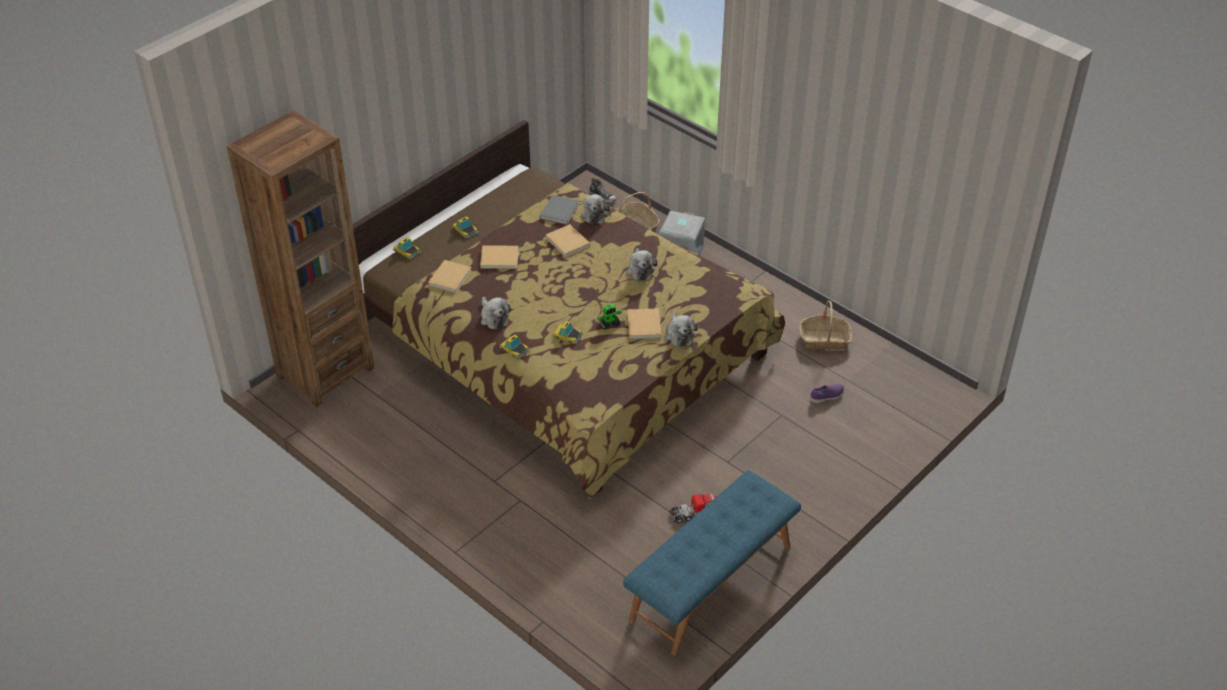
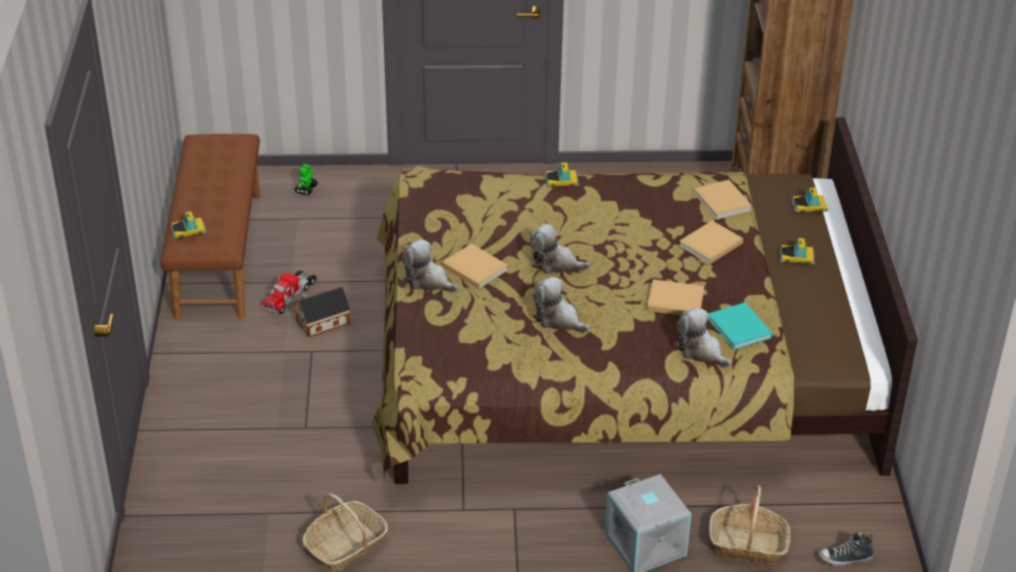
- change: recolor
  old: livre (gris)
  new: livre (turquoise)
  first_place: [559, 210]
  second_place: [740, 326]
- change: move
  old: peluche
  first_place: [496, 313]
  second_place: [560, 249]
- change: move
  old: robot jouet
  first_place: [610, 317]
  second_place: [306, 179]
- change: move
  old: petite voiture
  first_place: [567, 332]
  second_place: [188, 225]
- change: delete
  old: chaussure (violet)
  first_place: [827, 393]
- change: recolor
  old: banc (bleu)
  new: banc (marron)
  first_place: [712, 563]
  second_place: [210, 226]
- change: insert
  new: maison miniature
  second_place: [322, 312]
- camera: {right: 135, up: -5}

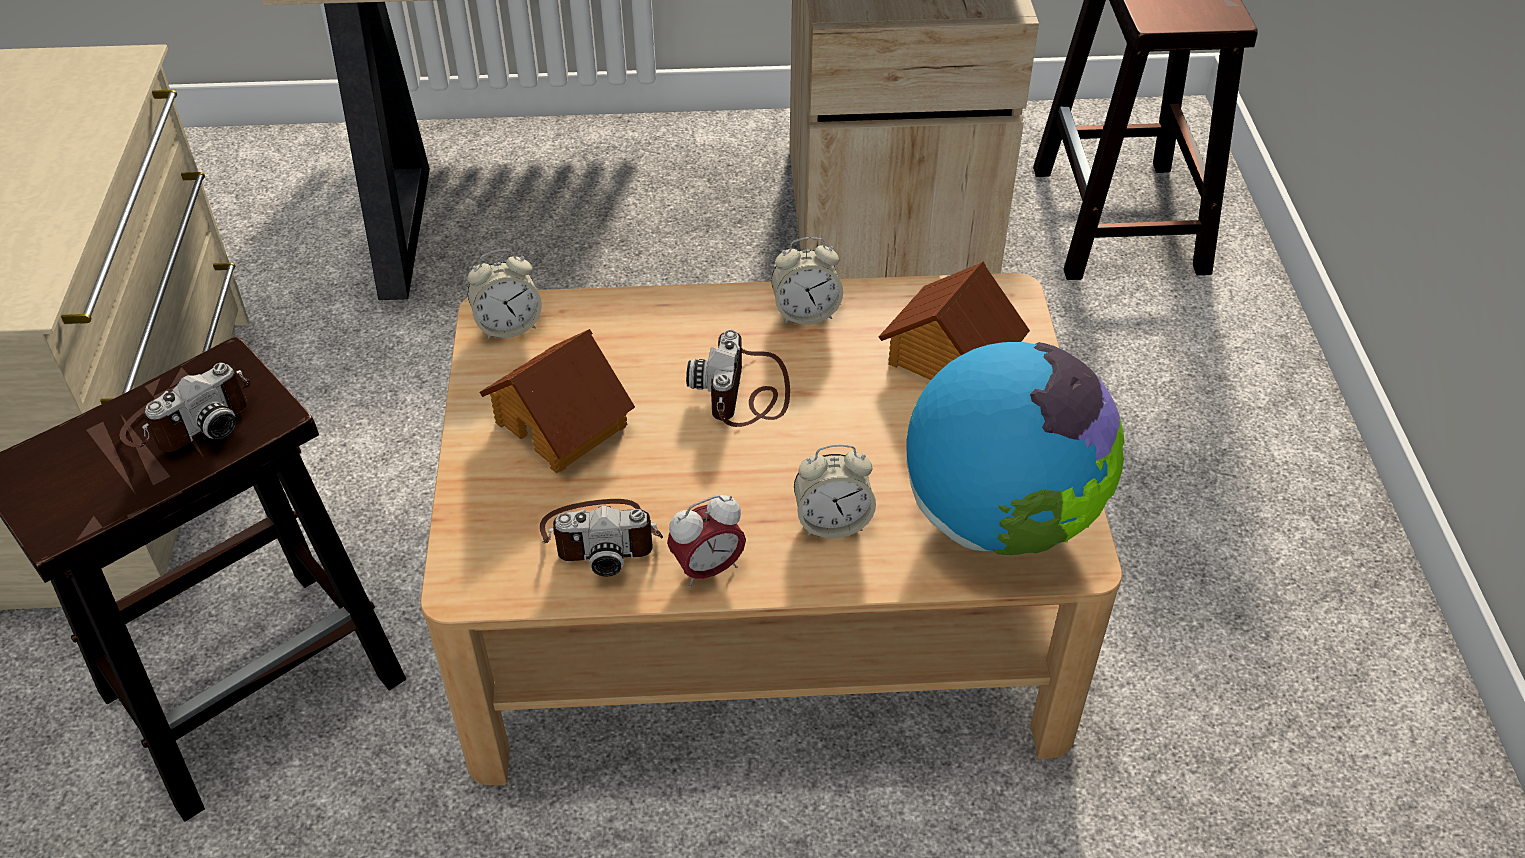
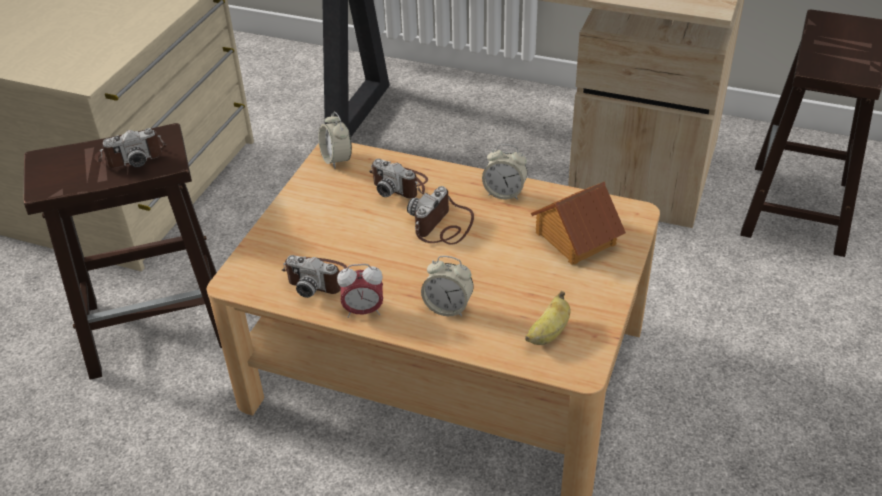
- change: rotate
  old: réveil
  first_place: [505, 294]
  second_place: [335, 140]
  degrees: 60
- change: delete
  old: maison miniature
  first_place: [557, 401]
- change: replace
  old: globe
  new: banane
  first_place: [1015, 448]
  second_place: [548, 318]
- change: insert
  new: appareil photo
  second_place: [398, 178]
- camera: {right: 25, up: -5}

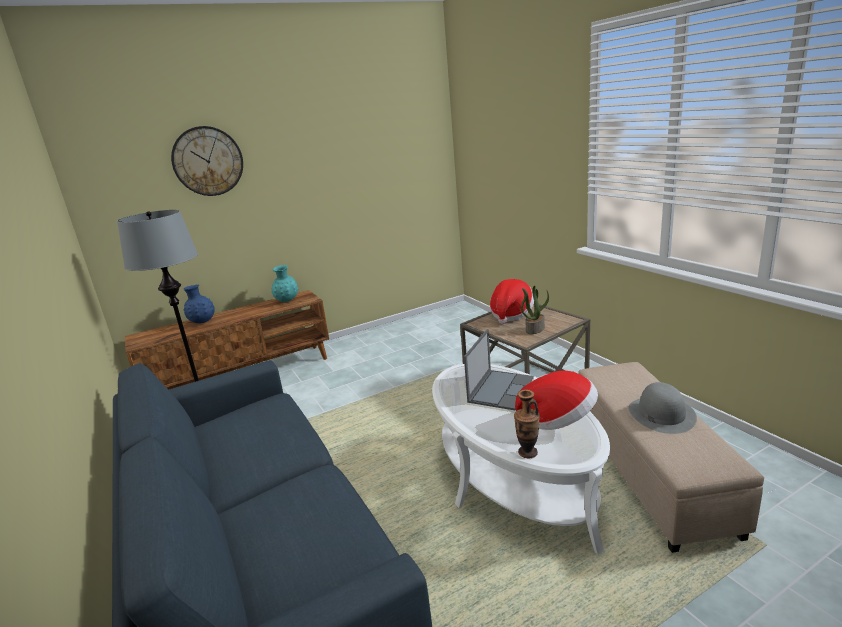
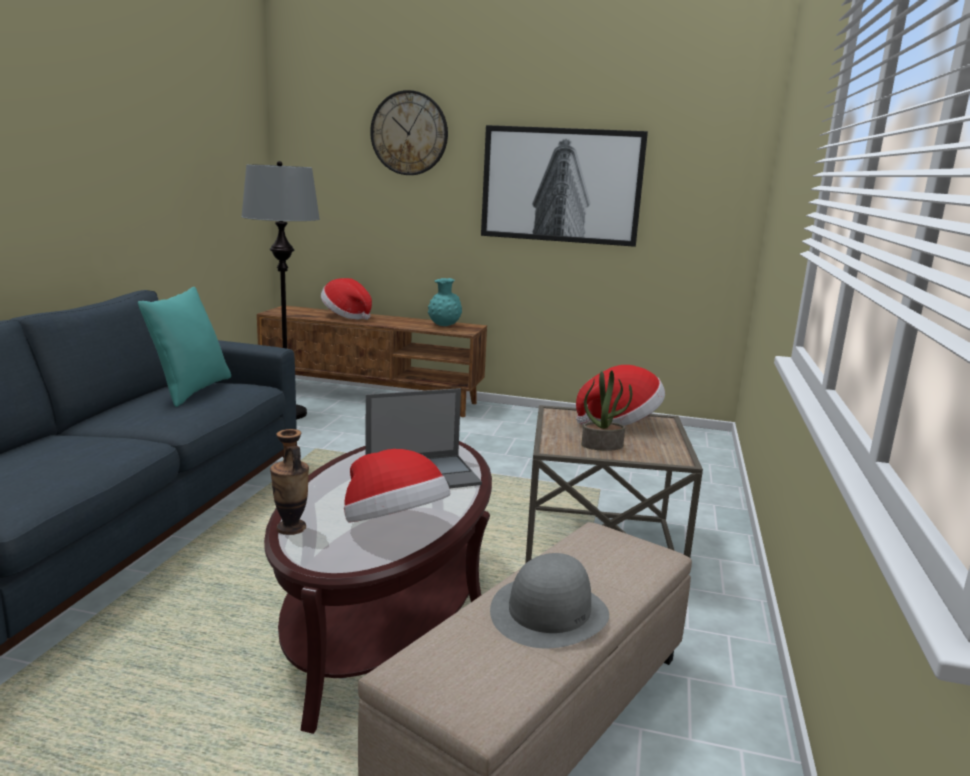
- change: replace
  old: vase (bleu)
  new: chapeau
  first_place: [199, 303]
  second_place: [346, 299]
- change: recolor
  old: table basse (blanc)
  new: table basse (marron)
  first_place: [521, 459]
  second_place: [378, 587]
- change: insert
  new: tableau
  second_place: [564, 186]
- change: insert
  new: coussin (turquoise)
  second_place: [184, 347]
- camera: {right: 40, up: -5}

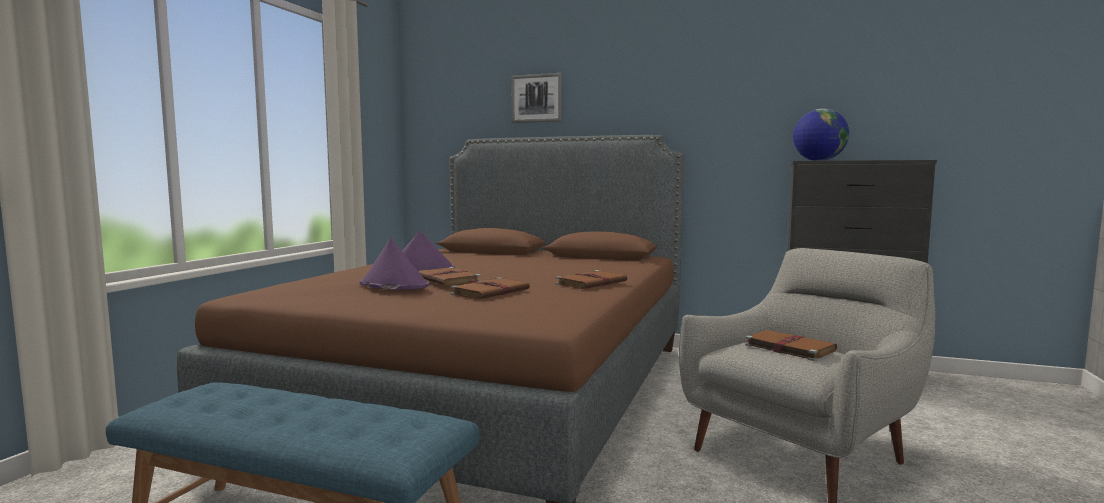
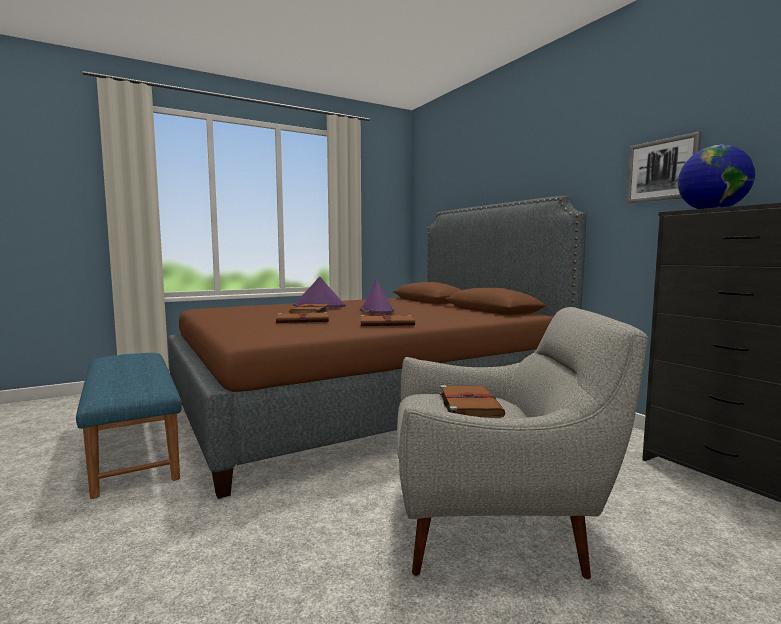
- change: move
  old: tableau
  first_place: [537, 98]
  second_place: [664, 168]
- change: move
  old: chapeau (violet)
  first_place: [395, 264]
  second_place: [377, 296]
- camera: {right: 40, up: 0}

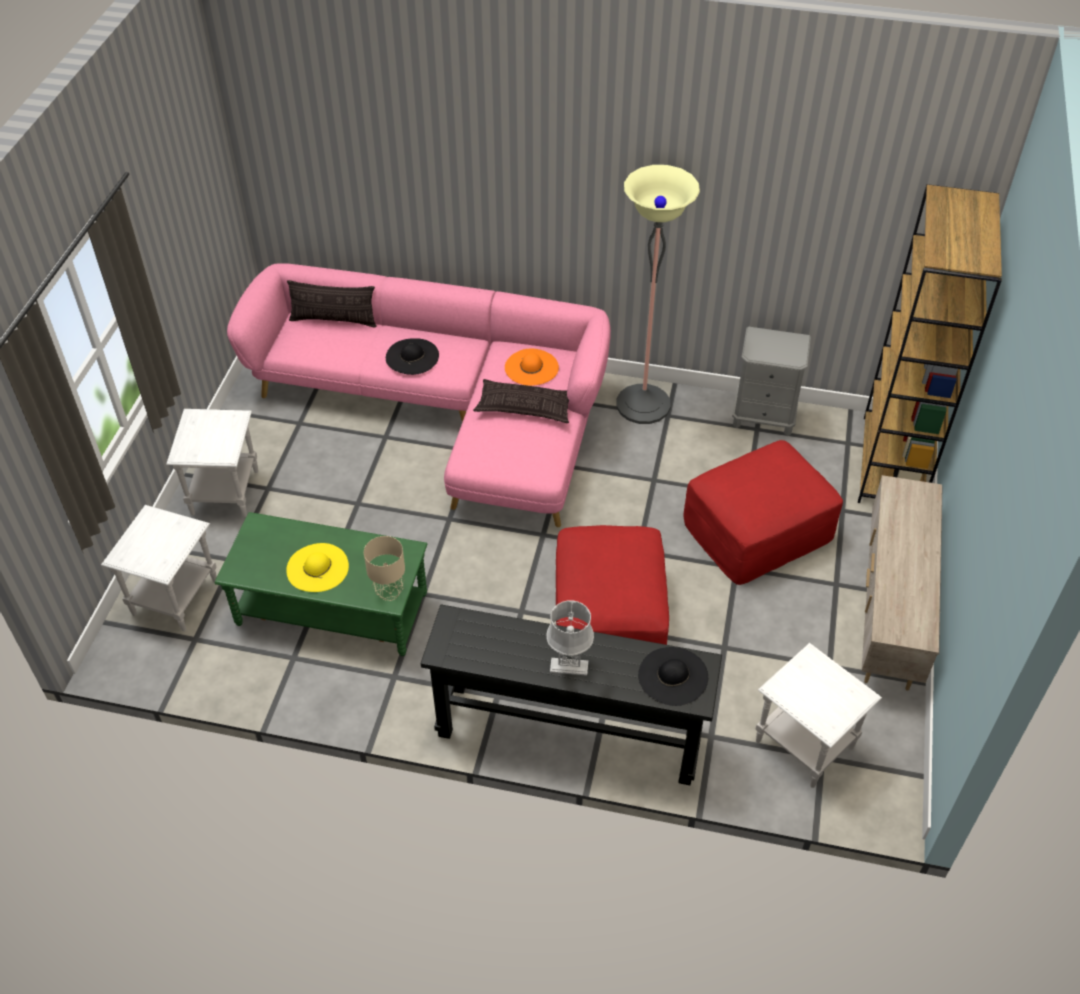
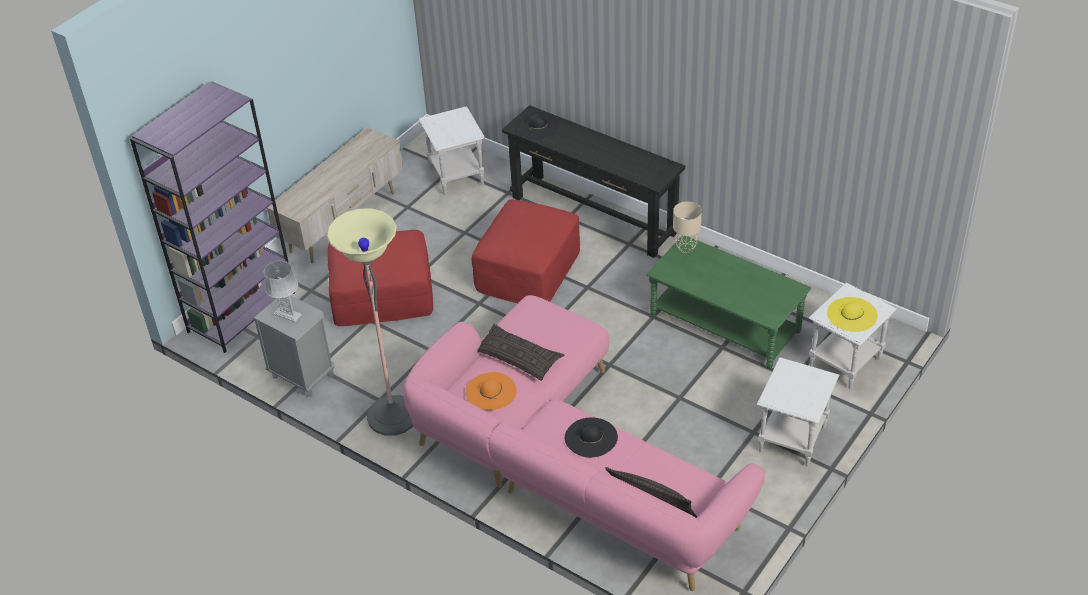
- change: recolor
  old: bibliothèque (marron)
  new: bibliothèque (violet)
  first_place: [930, 343]
  second_place: [212, 217]
- change: move
  old: chapeau (jaune)
  first_place: [317, 567]
  second_place: [852, 314]
- change: move
  old: lampe de table (gris)
  first_place: [570, 638]
  second_place: [282, 291]
- camera: {right: -155, up: -5}

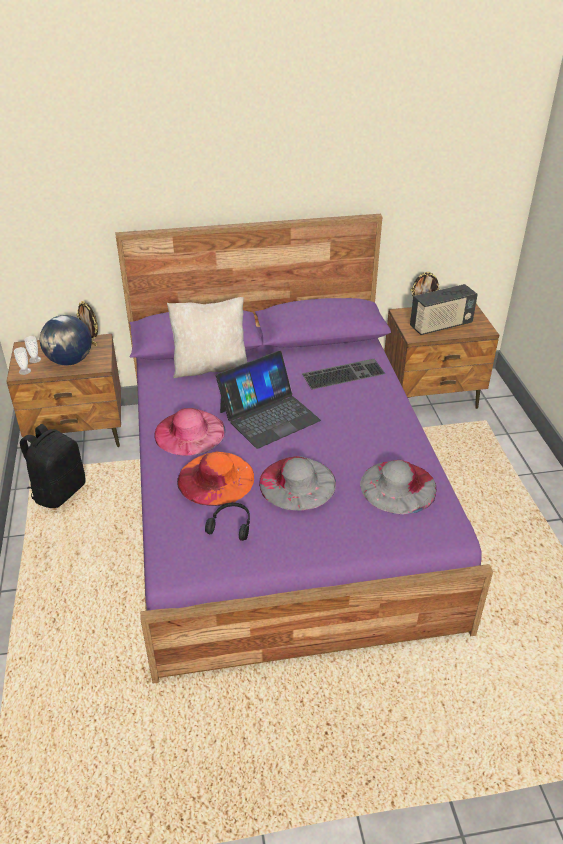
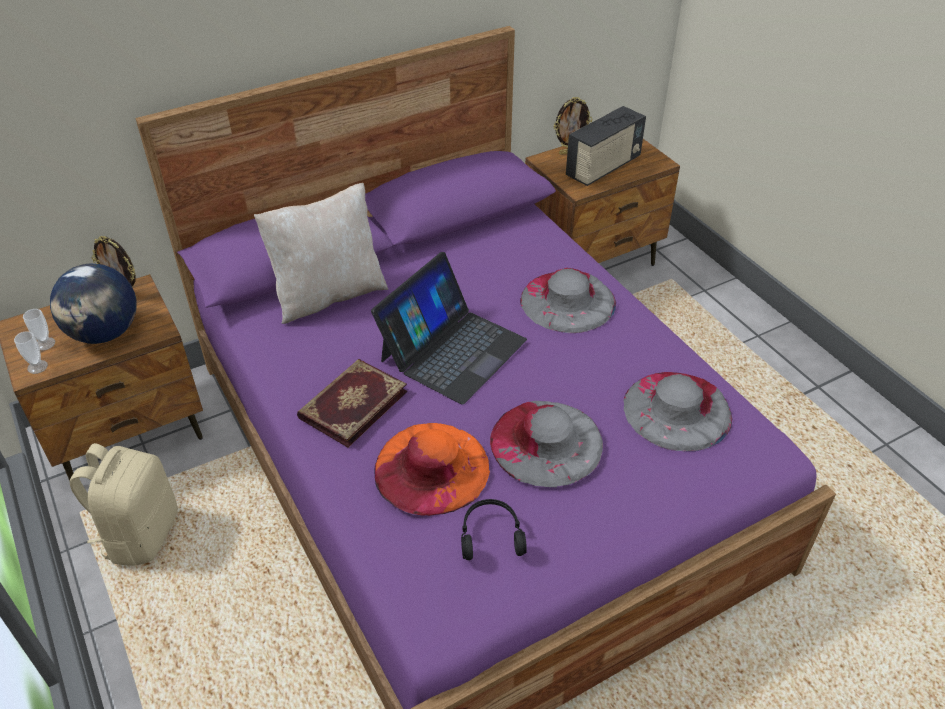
- change: delete
  old: clavier
  first_place: [343, 374]
- change: replace
  old: chapeau (rose)
  new: livre
  first_place: [190, 432]
  second_place: [352, 403]
- change: recolor
  old: sac à dos (noir)
  new: sac à dos (beige)
  first_place: [52, 466]
  second_place: [124, 504]
- change: insert
  new: chapeau (gris)
  second_place: [568, 300]
- camera: {right: -20, up: 5}

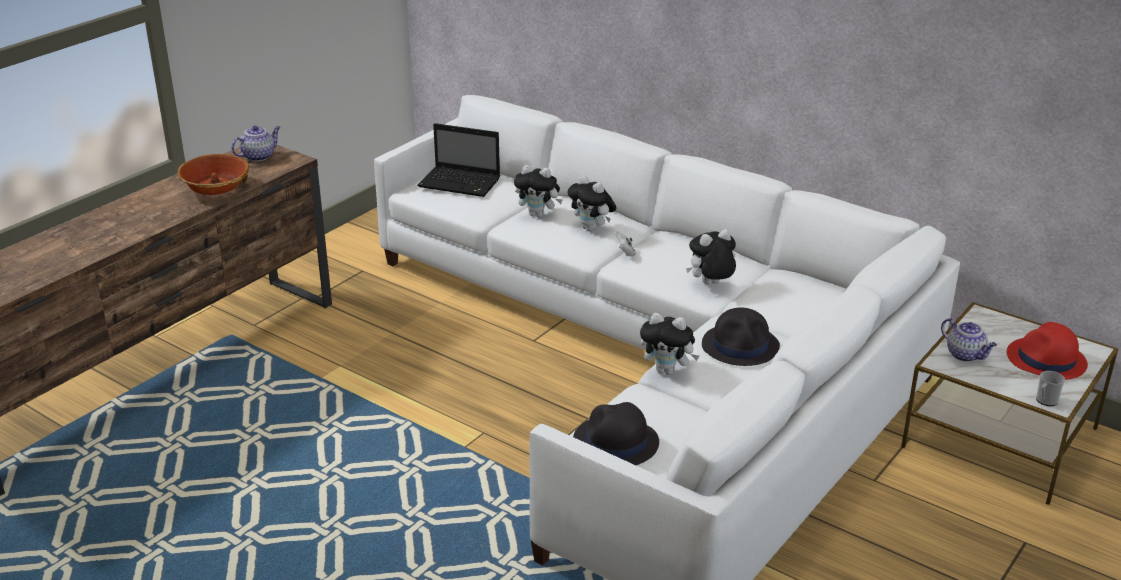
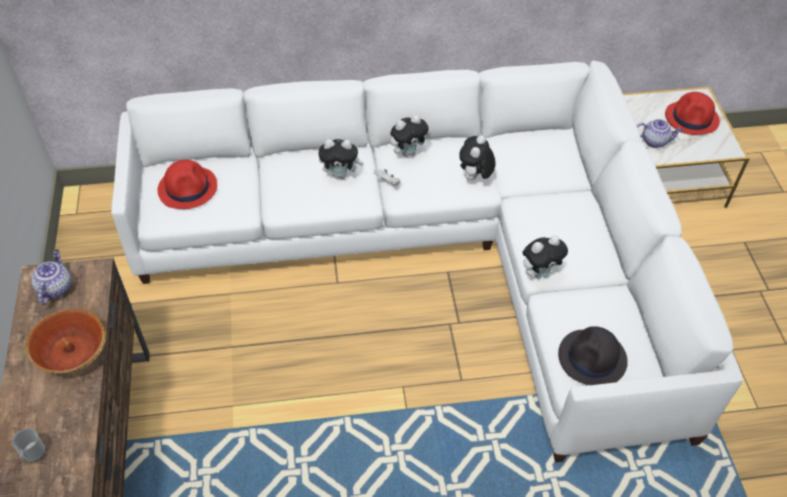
- change: replace
  old: ordinateur portable
  new: chapeau (rouge)
  first_place: [458, 160]
  second_place: [187, 184]
- change: move
  old: peluche
  first_place: [538, 191]
  second_place: [409, 136]
- change: delete
  old: chapeau (noir)
  first_place: [741, 336]
- change: move
  old: mug
  first_place: [1050, 388]
  second_place: [28, 445]
- camera: {right: -45, up: 20}

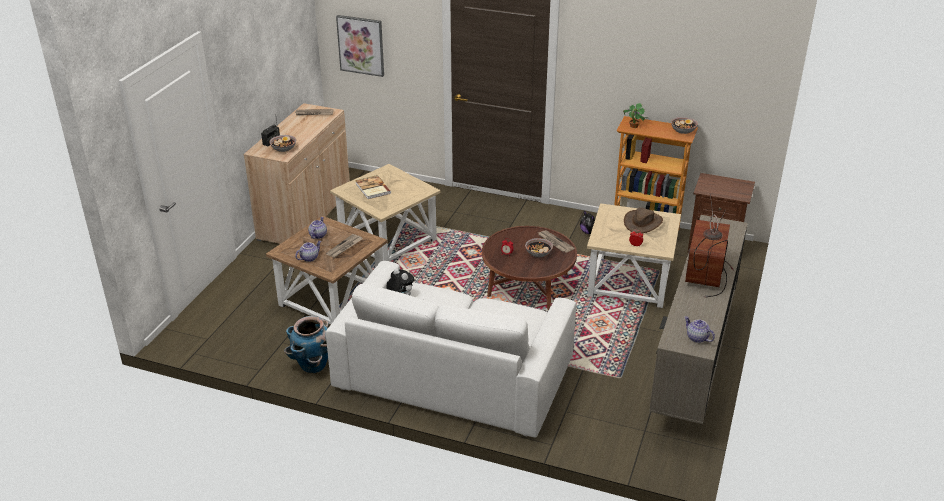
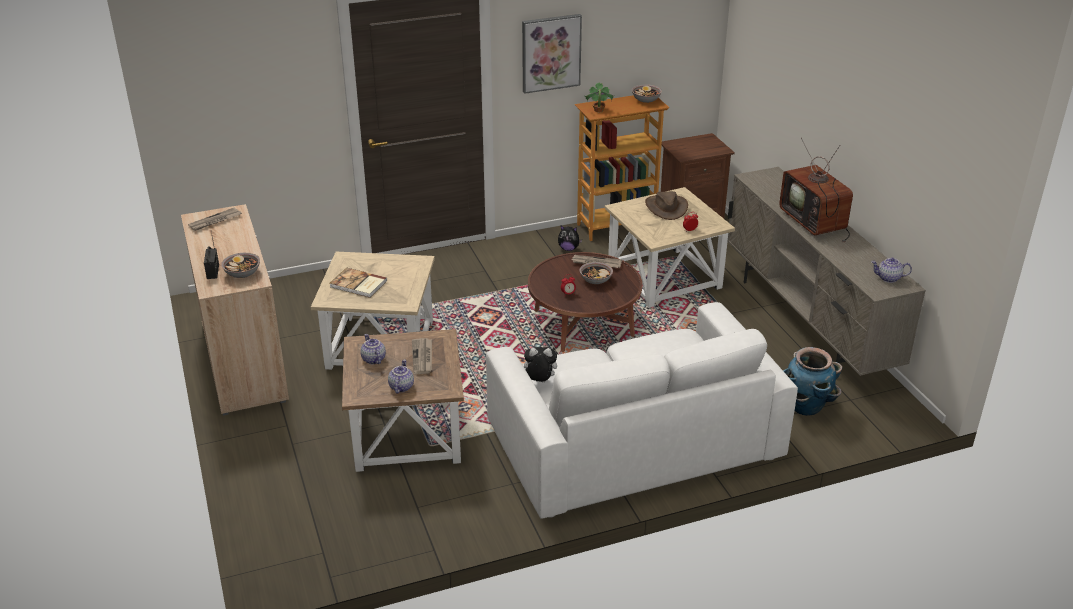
- change: move
  old: tableau
  first_place: [360, 46]
  second_place: [552, 54]
- change: move
  old: cache-pot
  first_place: [306, 344]
  second_place: [812, 381]
- camera: {right: -40, up: 0}

